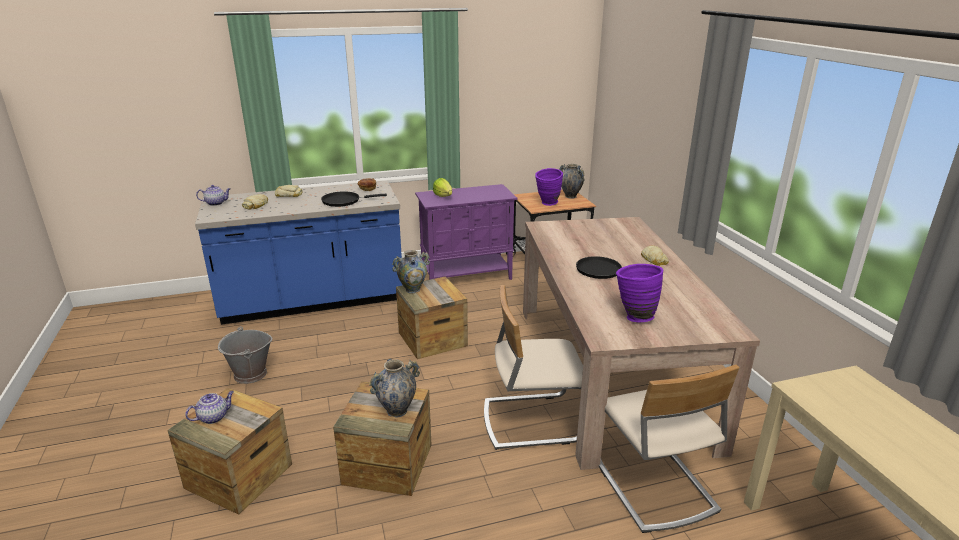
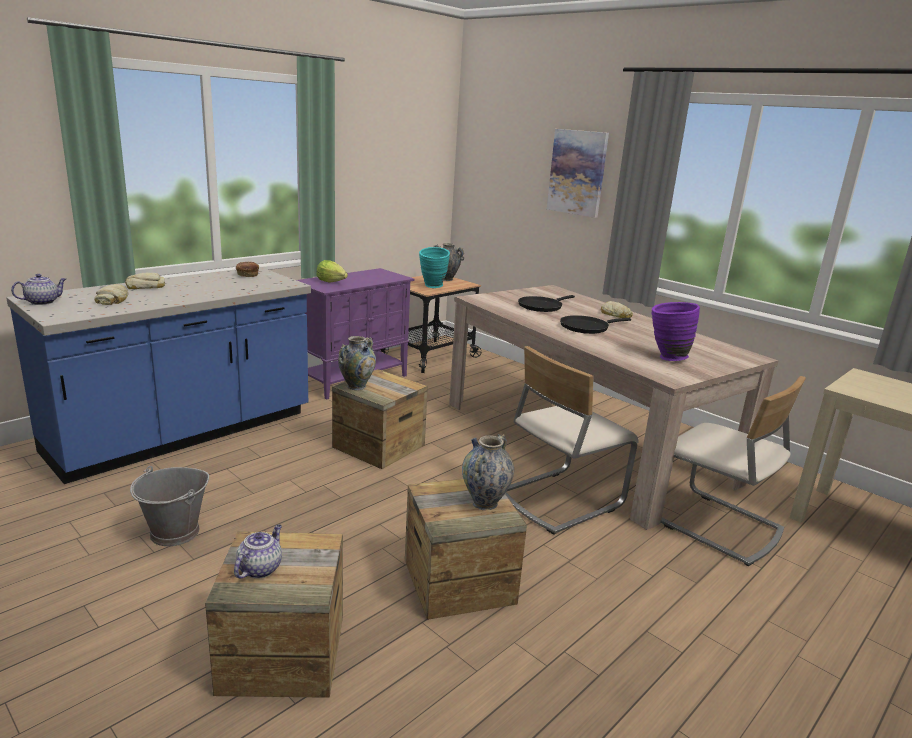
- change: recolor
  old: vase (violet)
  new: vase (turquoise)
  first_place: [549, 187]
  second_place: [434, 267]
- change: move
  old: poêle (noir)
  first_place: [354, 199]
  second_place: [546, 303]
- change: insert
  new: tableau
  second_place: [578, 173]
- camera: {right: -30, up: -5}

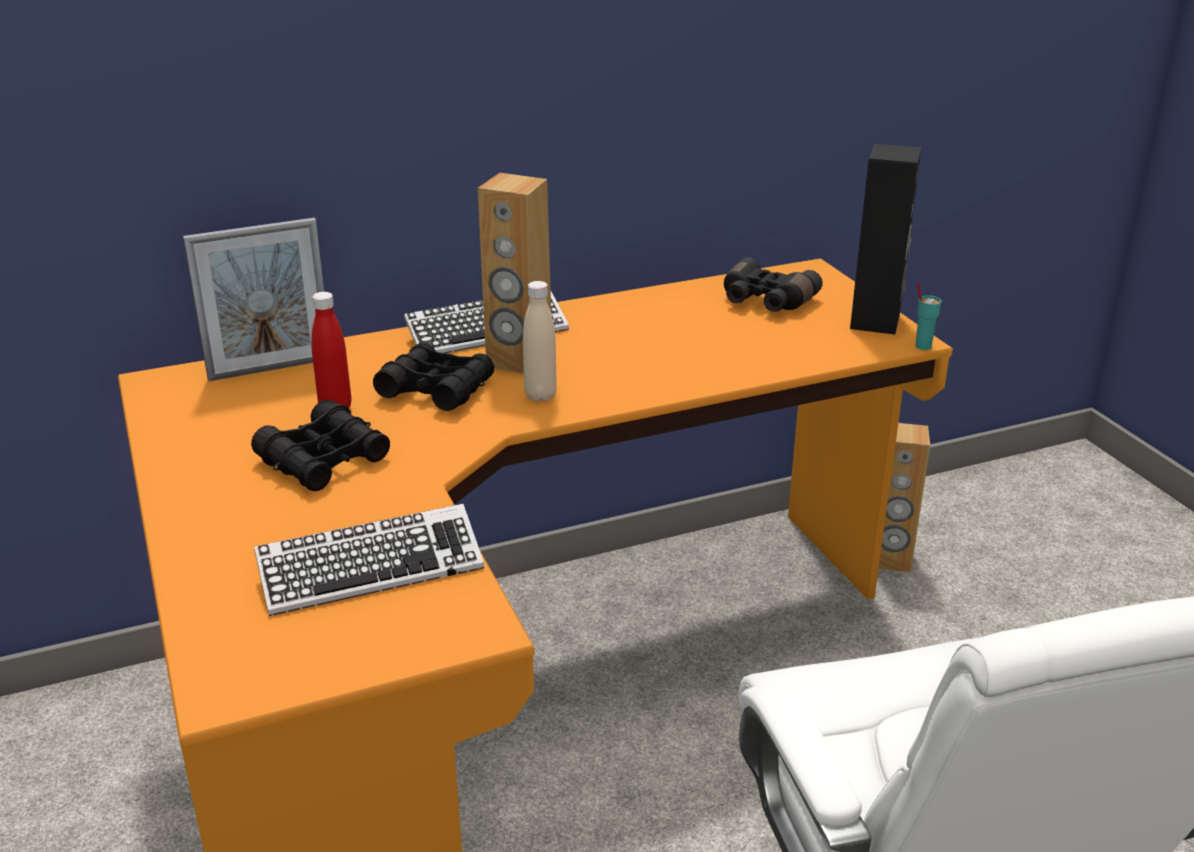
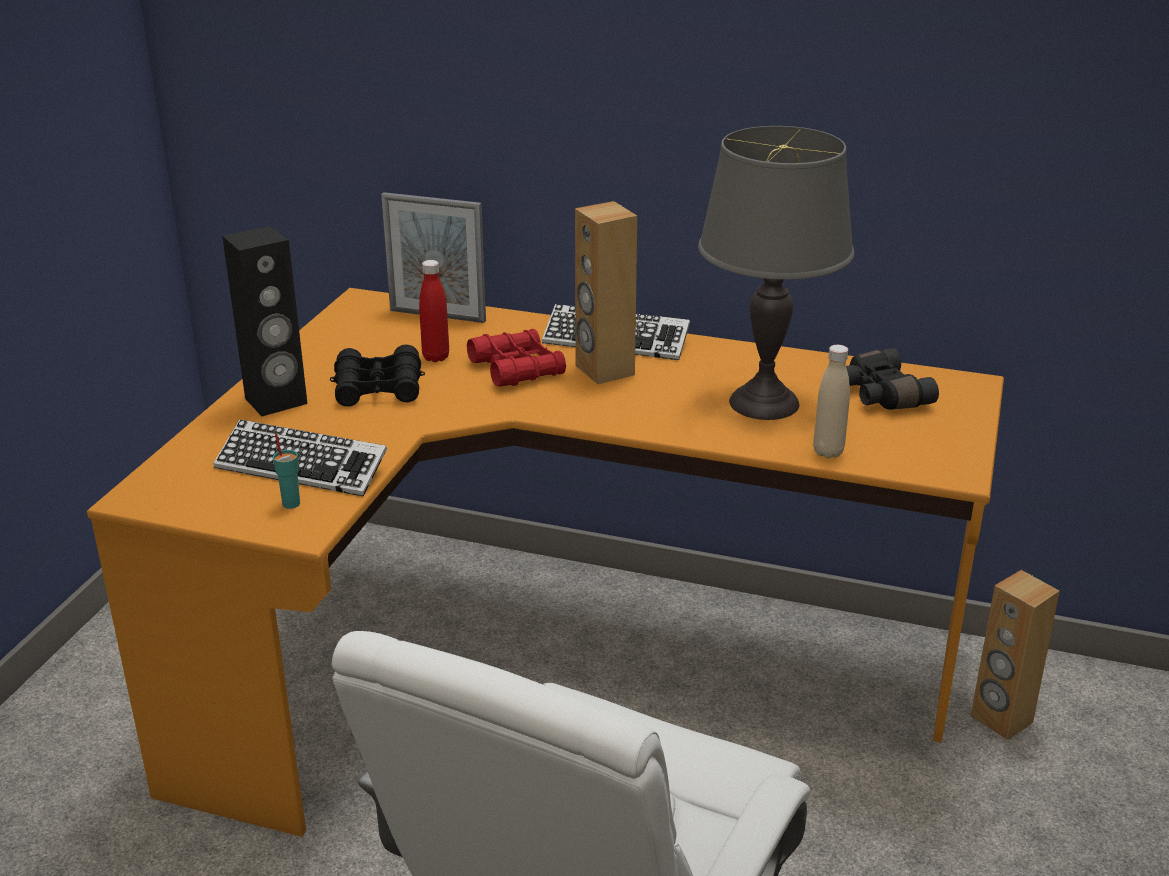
- change: move
  old: enceinte (noir)
  first_place: [886, 239]
  second_place: [265, 321]
- change: move
  old: bouteille (beige)
  first_place: [540, 341]
  second_place: [831, 401]
- change: move
  old: tasse (turquoise)
  first_place: [928, 316]
  second_place: [286, 471]
- change: recolor
  old: jumelles (noir)
  new: jumelles (rouge)
  first_place: [433, 376]
  second_place: [516, 357]
- change: insert
  new: lampe de table (gris)
  second_place: [776, 273]
- camera: {right: 40, up: 0}

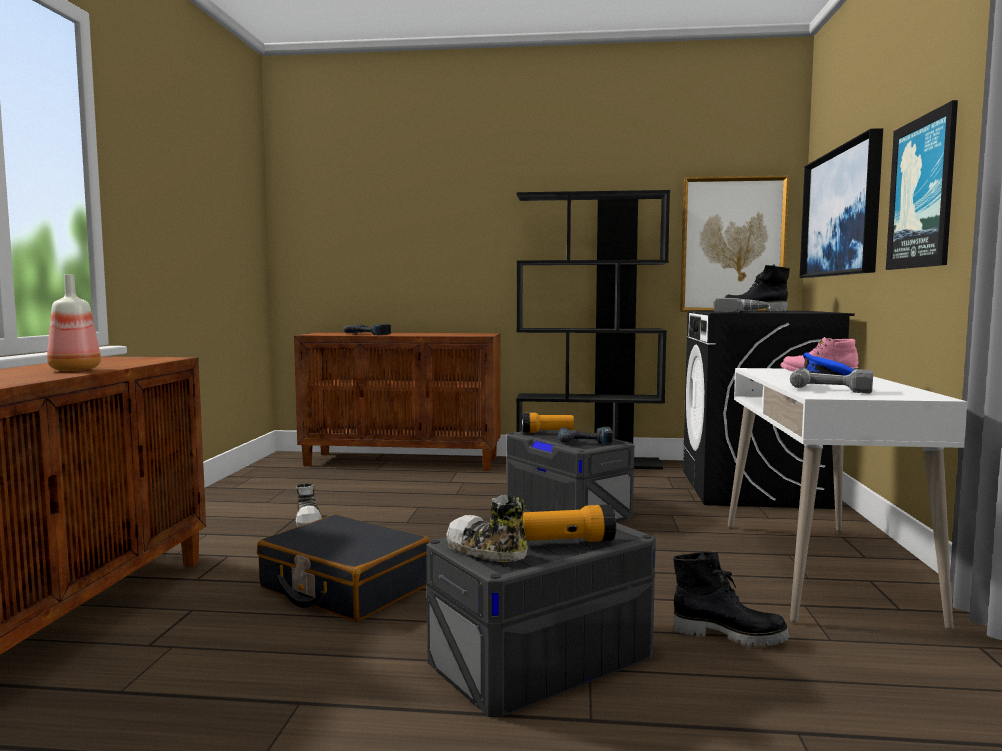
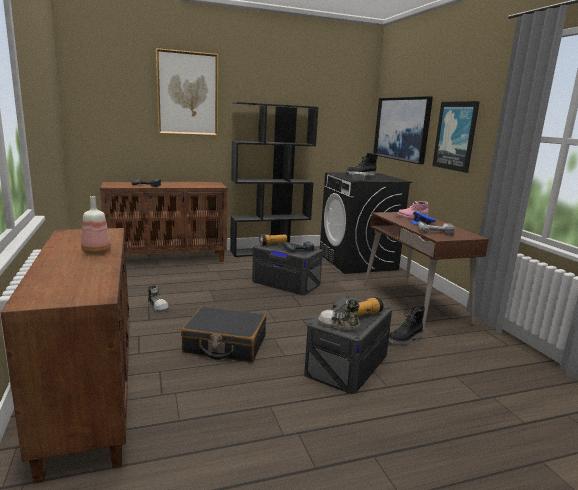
- change: move
  old: tableau
  first_place: [734, 244]
  second_place: [187, 92]
- change: recolor
  old: bureau (blanc)
  new: bureau (marron)
  first_place: [848, 499]
  second_place: [426, 271]
- change: rotate
  old: botte (noir)
  first_place: [731, 599]
  second_place: [407, 325]
  degrees: 150
- camera: {right: -25, up: 10}

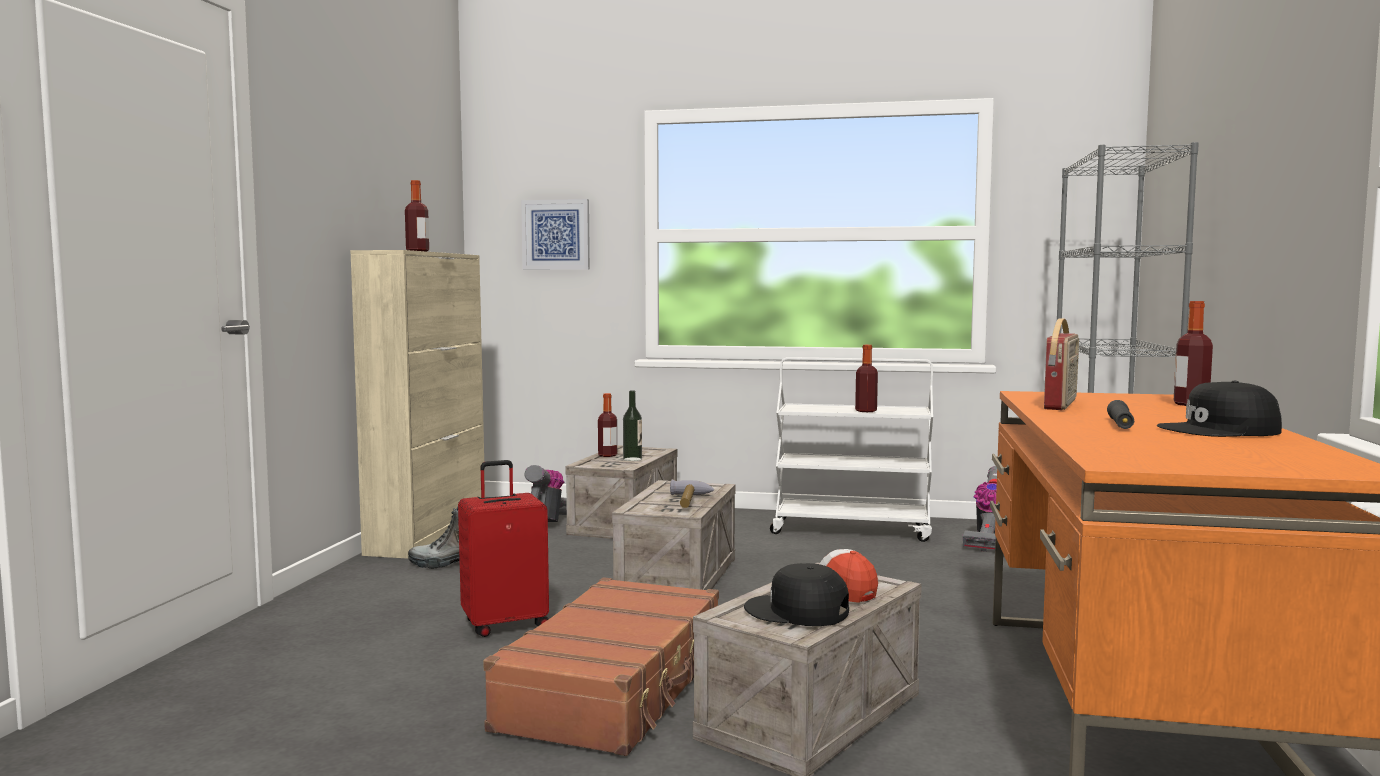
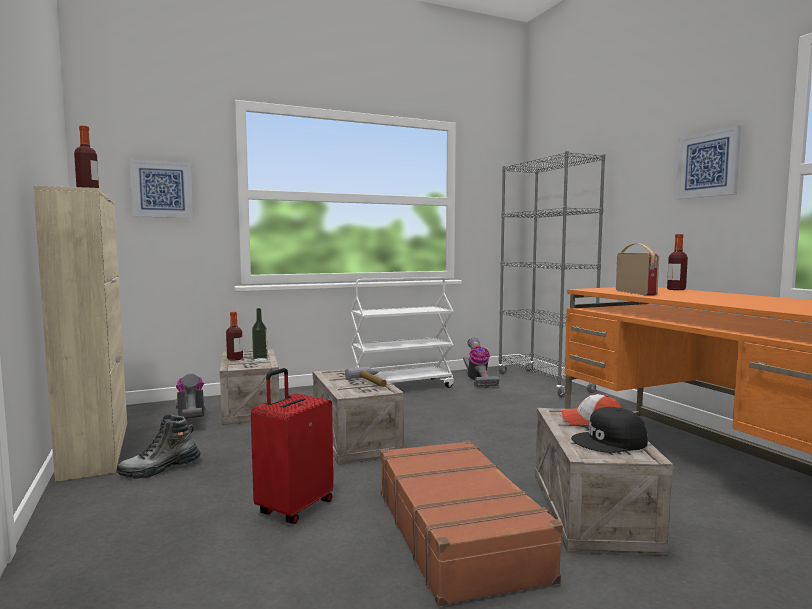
- change: delete
  old: bouteille
  first_place: [866, 378]
- change: delete
  old: casquette (noir)
  first_place: [1219, 409]
- change: delete
  old: lampe de poche (noir)
  first_place: [1120, 414]
- change: insert
  new: tableau
  second_place: [708, 162]
- camera: {right: -35, up: 0}

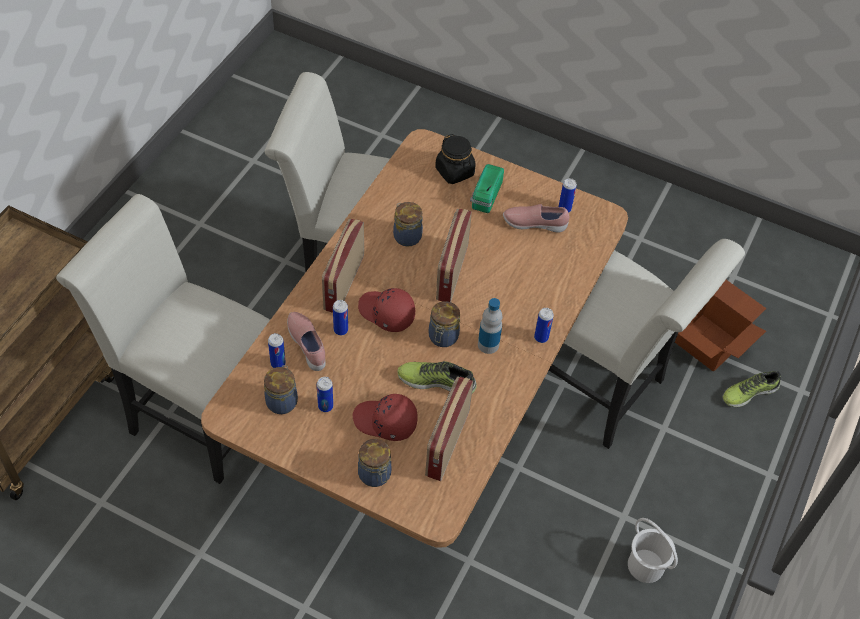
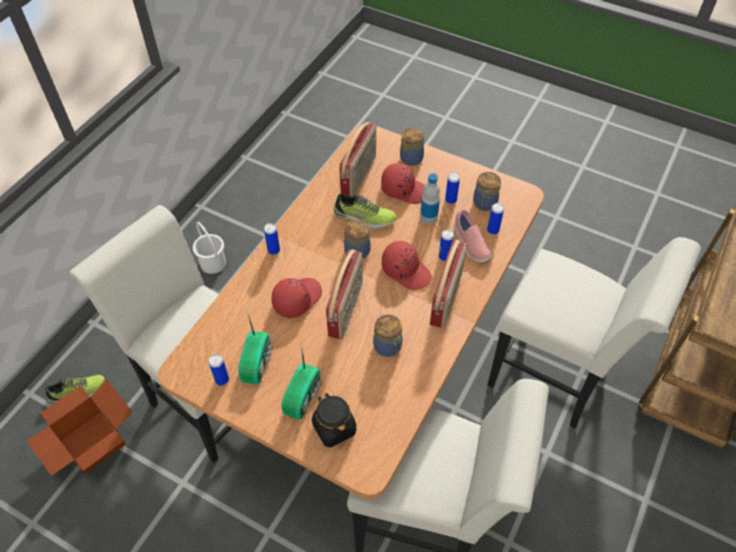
- change: replace
  old: chaussure (rose)
  new: radio
  first_place: [536, 218]
  second_place: [255, 347]
- change: move
  old: bouteille
  first_place: [490, 326]
  second_place: [430, 198]
- change: insert
  new: casquette (rouge)
  second_place: [297, 298]
- camera: {right: -175, up: 0}

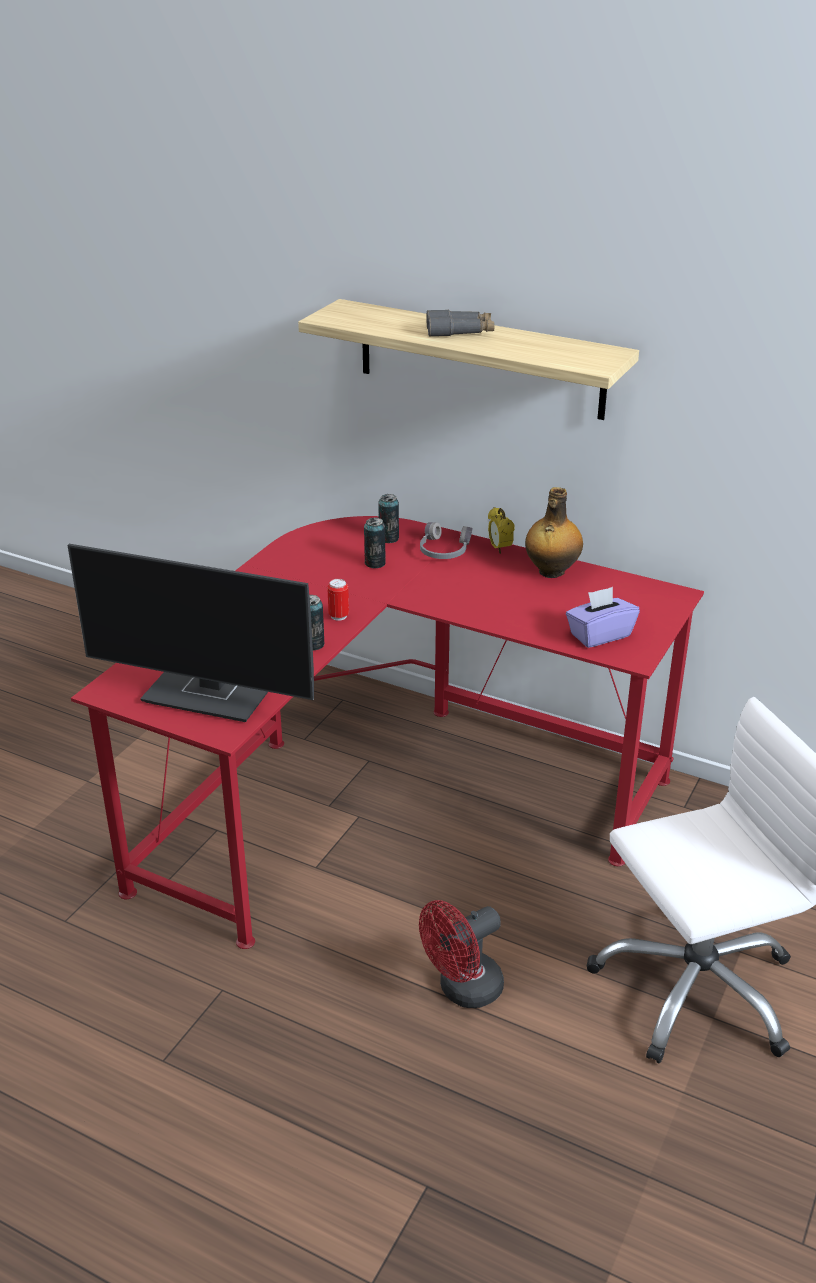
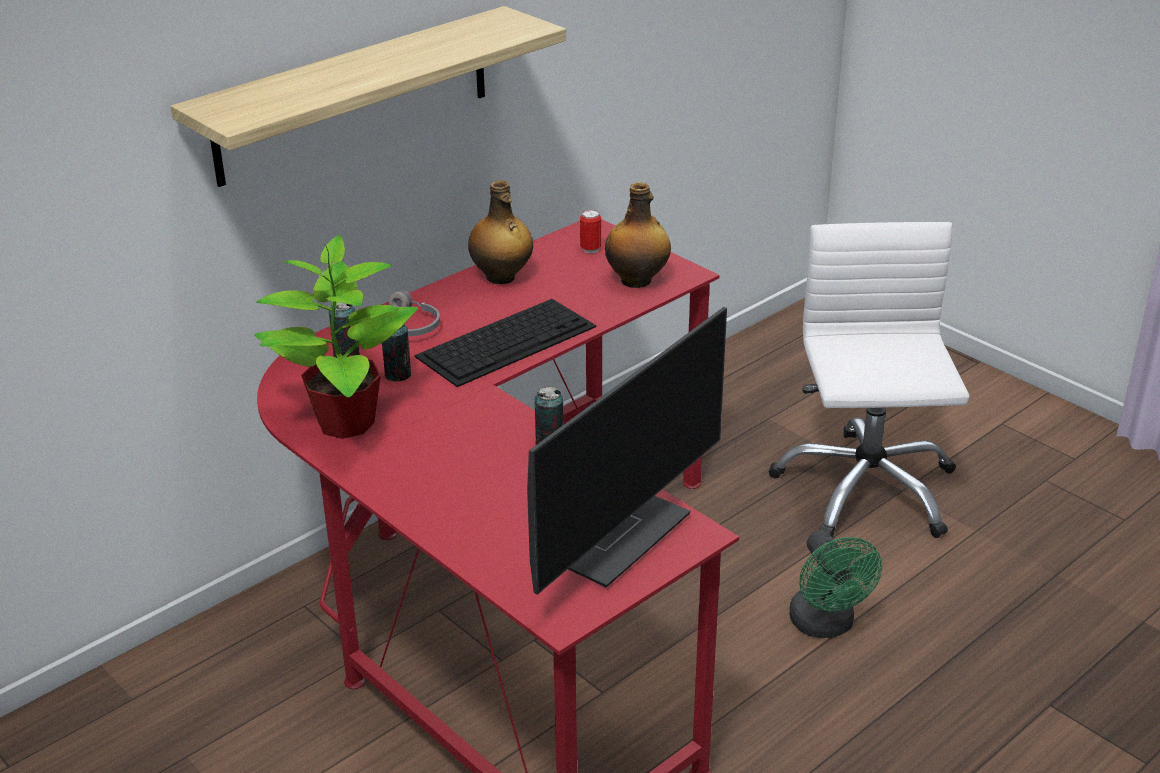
- change: delete
  old: jumelles (gris)
  first_place: [460, 323]
- change: delete
  old: réveil
  first_place: [501, 530]
- change: move
  old: boîte métallique
  first_place: [338, 600]
  second_place: [590, 231]
- change: replace
  old: boîte à mouchoirs (violet)
  new: bouteille
  first_place: [603, 617]
  second_place: [638, 235]
- change: recolor
  old: ventilateur (rouge)
  new: ventilateur (vert)
  first_place: [461, 954]
  second_place: [835, 584]
- change: insert
  new: plante en pot
  second_place: [336, 337]
- change: insert
  new: clavier
  second_place: [505, 343]
- camera: {right: -70, up: 0}

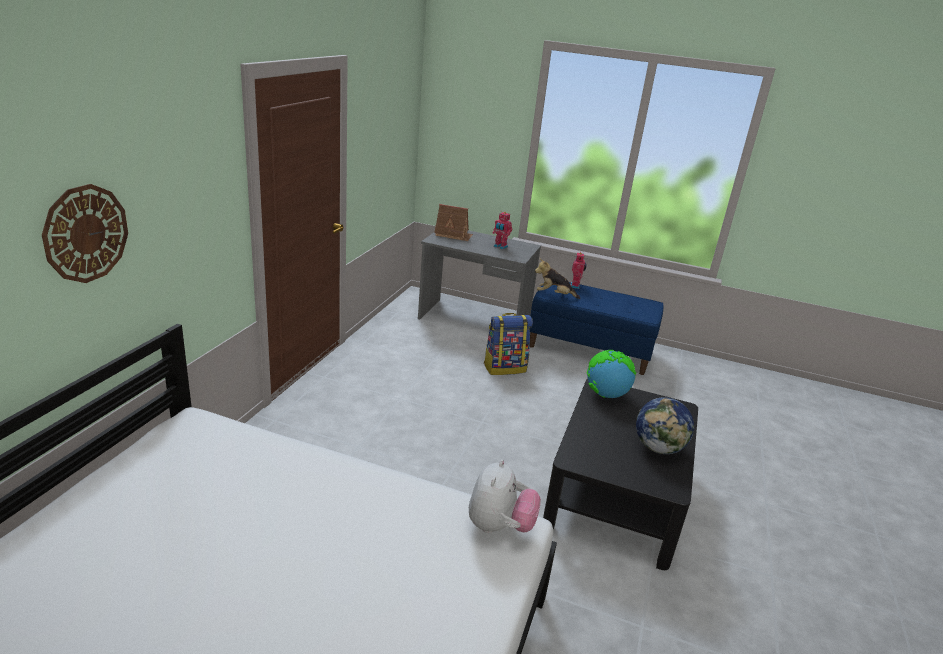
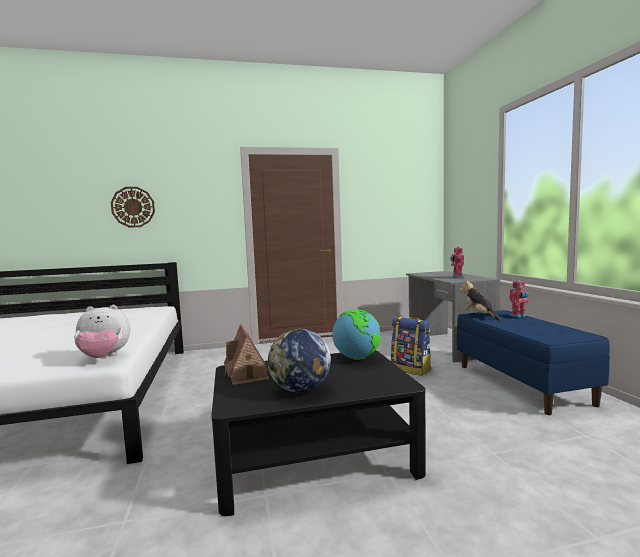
- change: move
  old: maison miniature
  first_place: [453, 222]
  second_place: [246, 354]
- camera: {right: 60, up: -20}

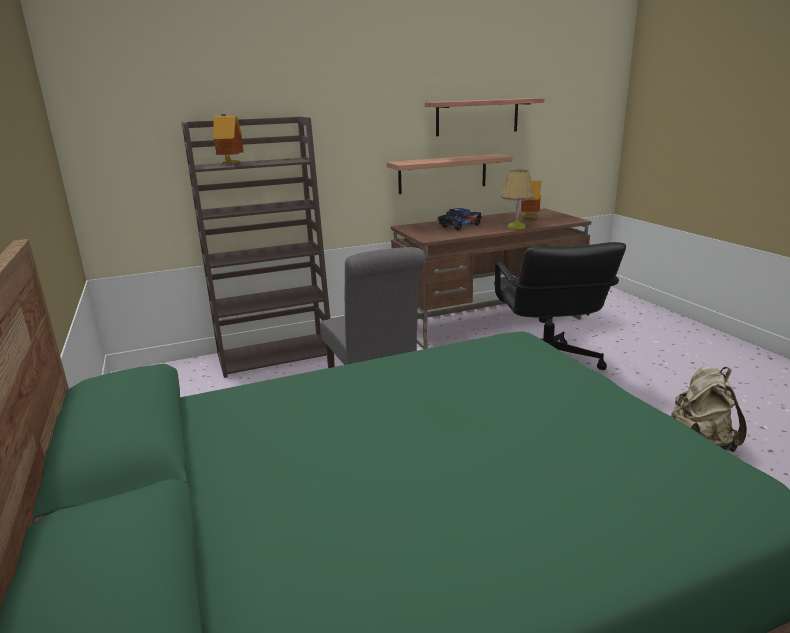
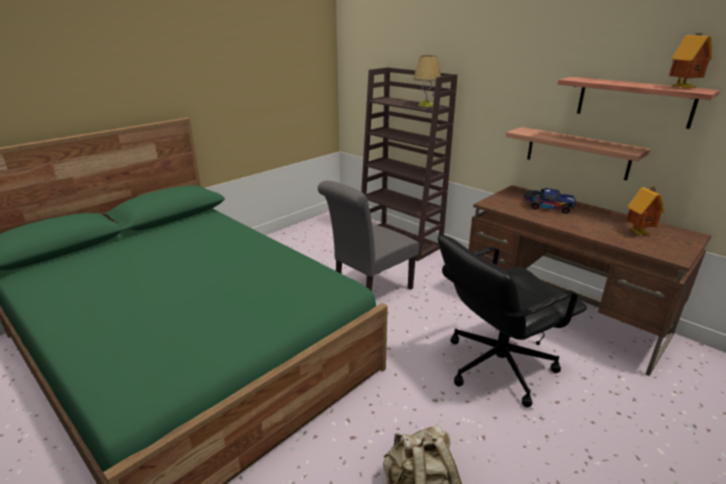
- change: move
  old: maison miniature
  first_place: [228, 139]
  second_place: [690, 60]
- change: move
  old: lampe de table
  first_place: [518, 199]
  second_place: [427, 81]
- camera: {right: 65, up: 5}

